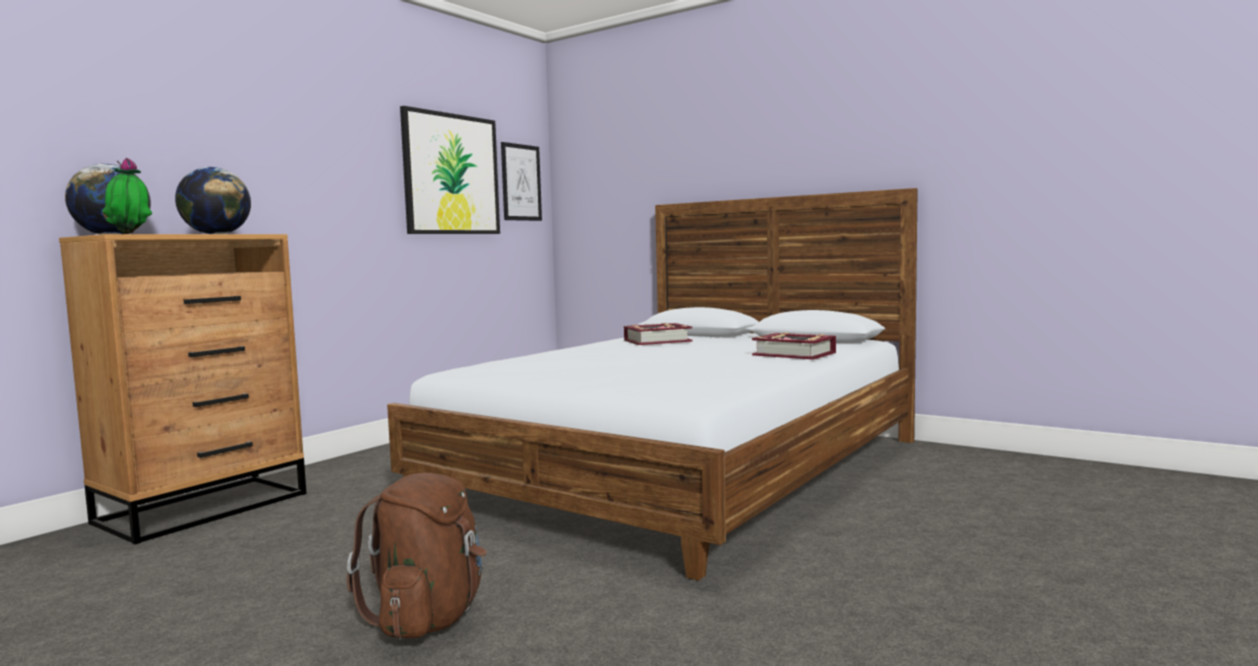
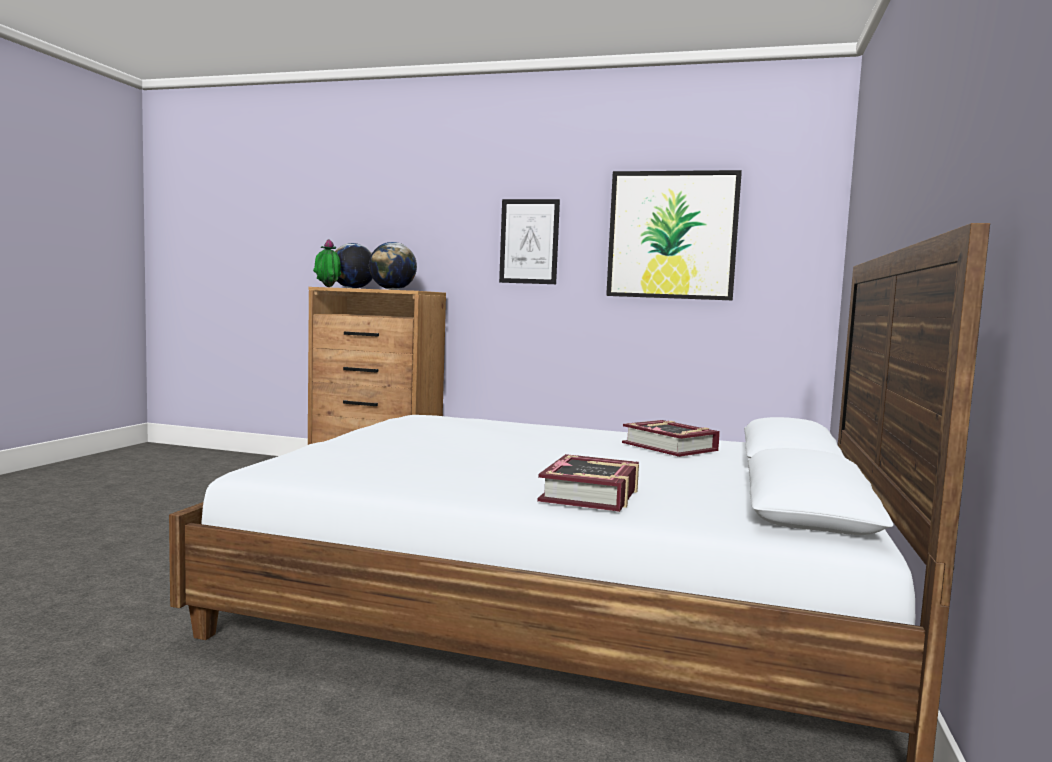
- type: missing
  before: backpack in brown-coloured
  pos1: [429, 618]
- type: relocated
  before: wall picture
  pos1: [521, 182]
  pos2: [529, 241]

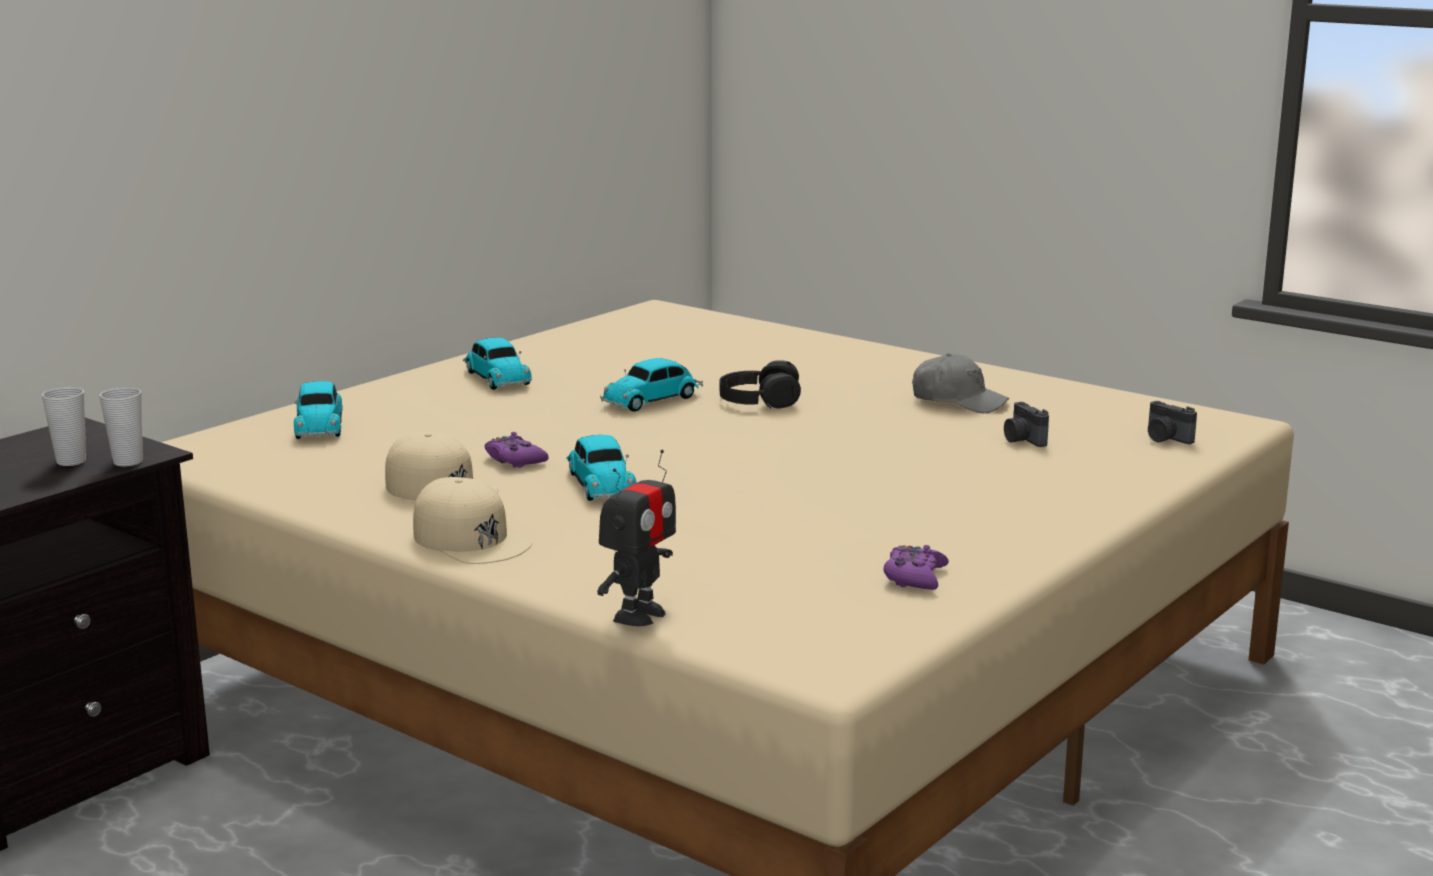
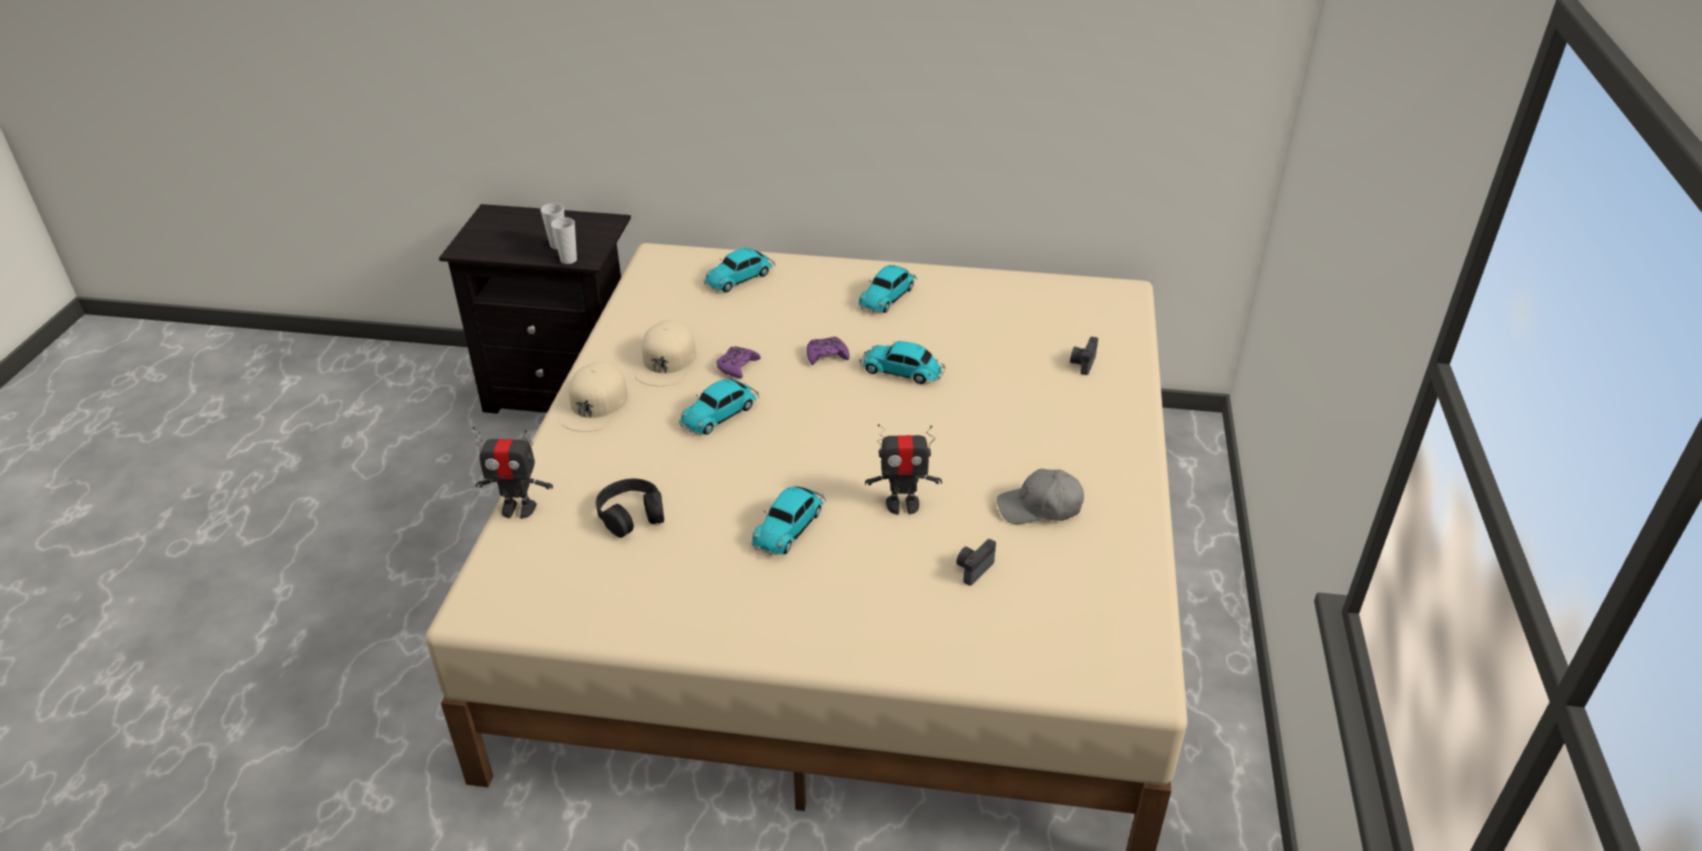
- type: relocated
  before: pair of headphones in black-coloured
  pos1: [759, 399]
  pos2: [631, 514]
- type: relocated
  before: game controller in purple
  pos1: [914, 577]
  pos2: [826, 355]
- type: spun
  before: baseball cap in grey
  pos1: [958, 401]
  pos2: [1040, 507]
  turn: 90
- type: relocated
  before: photo camera
  pos1: [1165, 438]
  pos2: [1082, 363]
- type: appeared
  after: model car
  pos2: [790, 526]
- type: appeared
  after: model robot
  pos2: [902, 505]

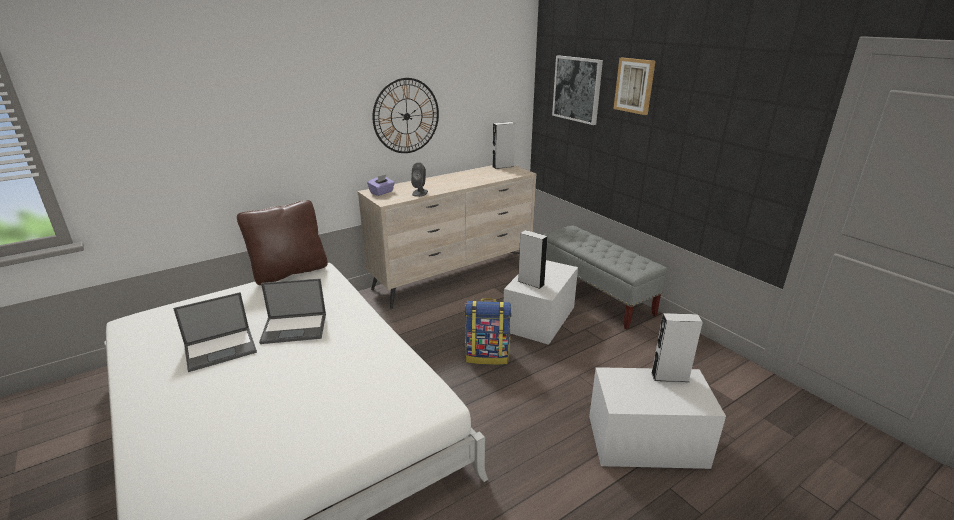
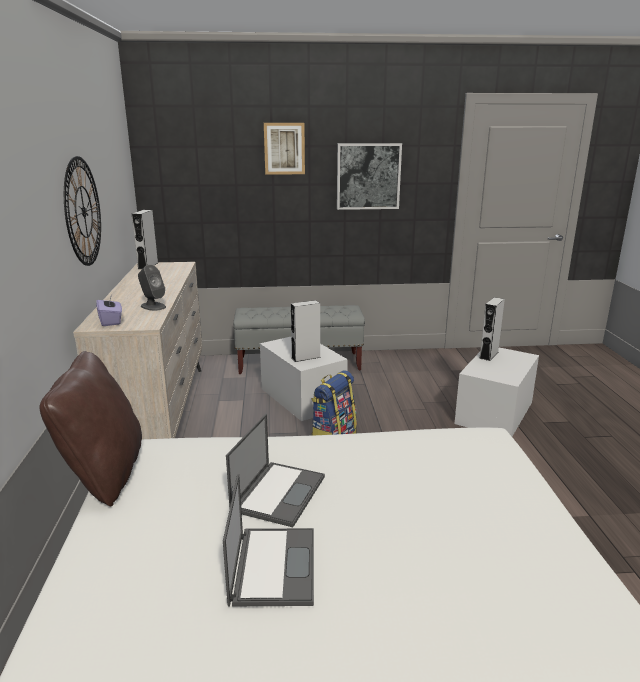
- type: relocated
  before: wall picture
  pos1: [577, 89]
  pos2: [368, 176]

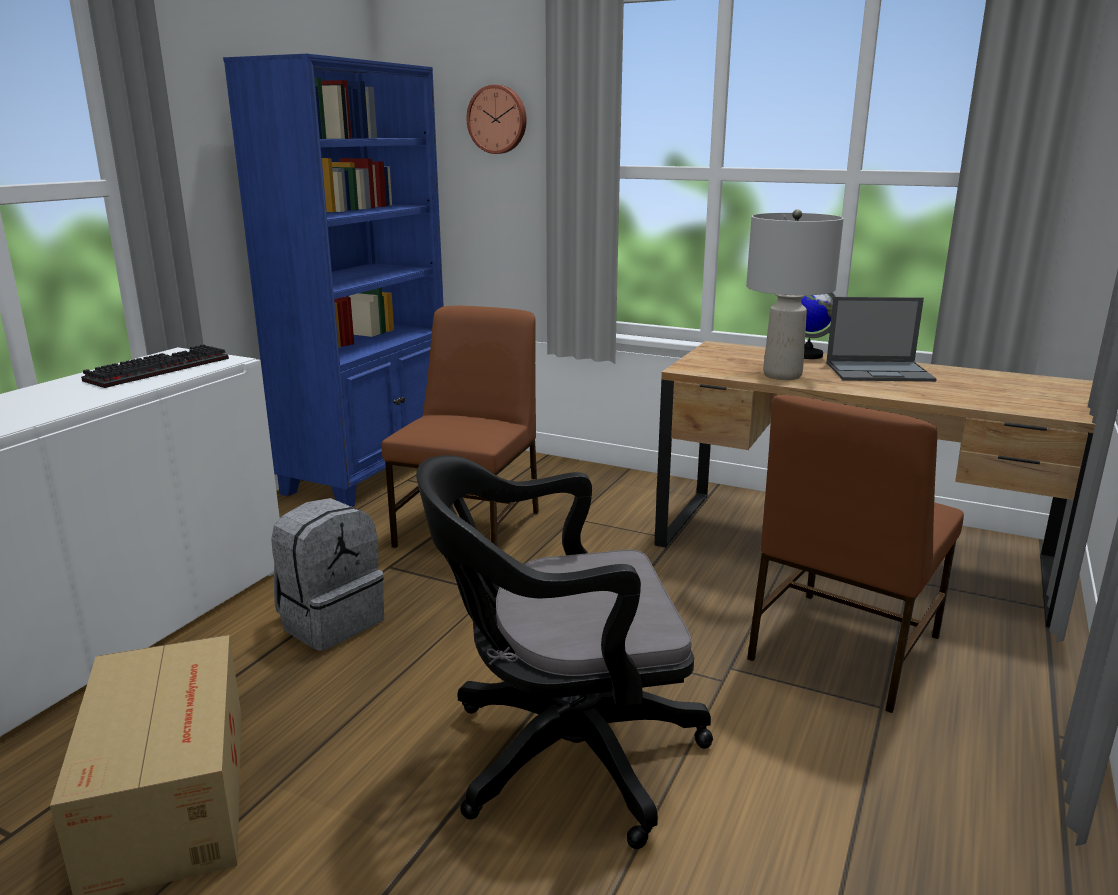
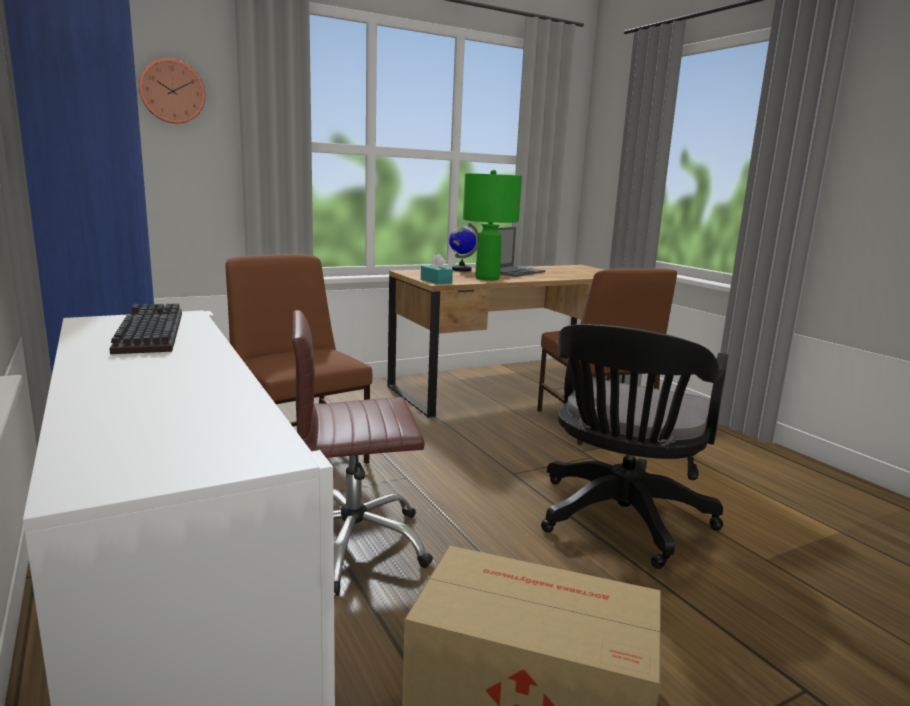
- type: exchanged
  before: backpack in grey
  after: office chair in brown-coloured
  pos1: [331, 621]
  pos2: [353, 545]
- type: colour
  before: table lamp in grey
  after: table lamp in green
  pos1: [781, 375]
  pos2: [487, 278]
- type: appeared
  after: box of tissues in turquoise-coloured
  pos2: [436, 281]

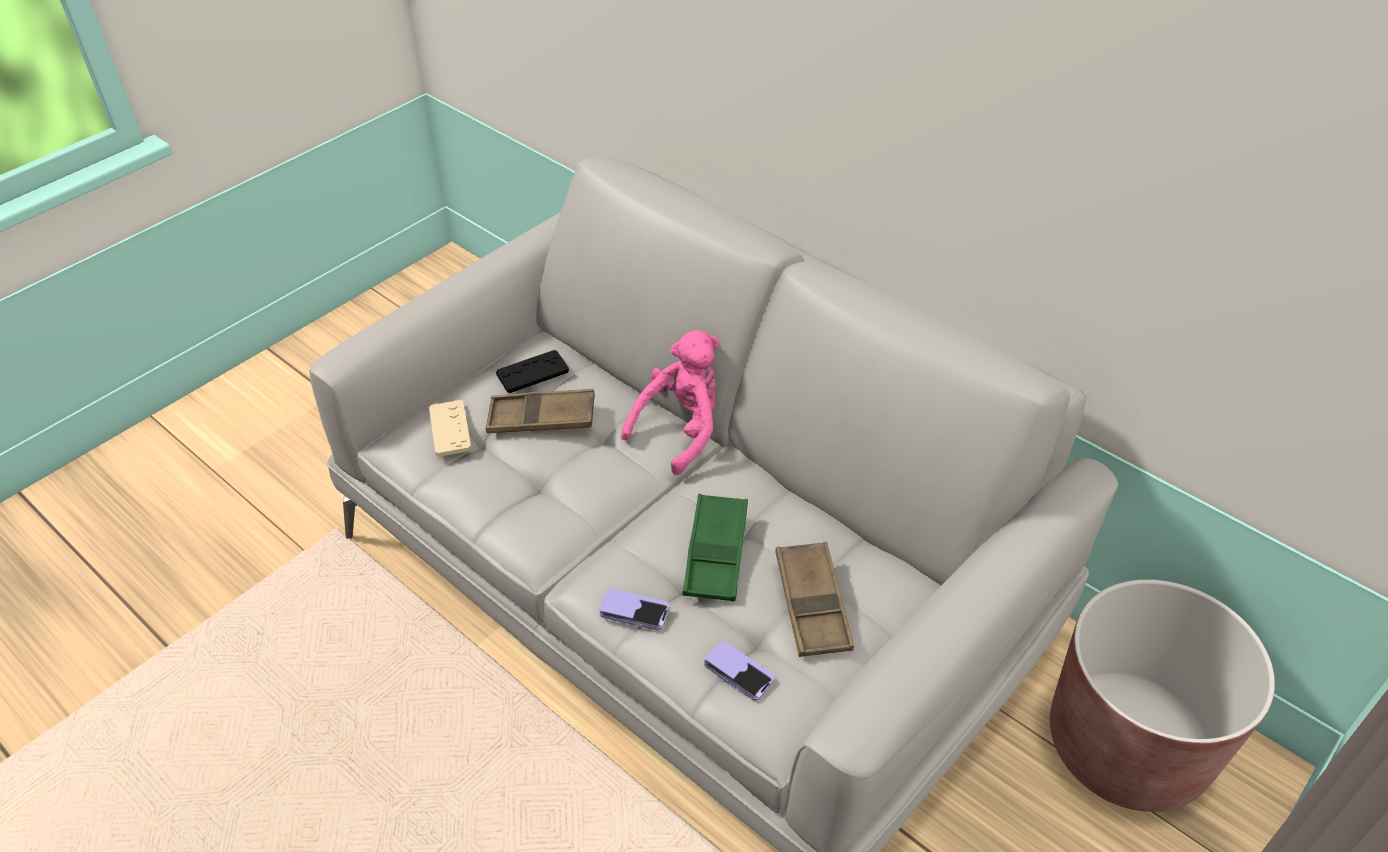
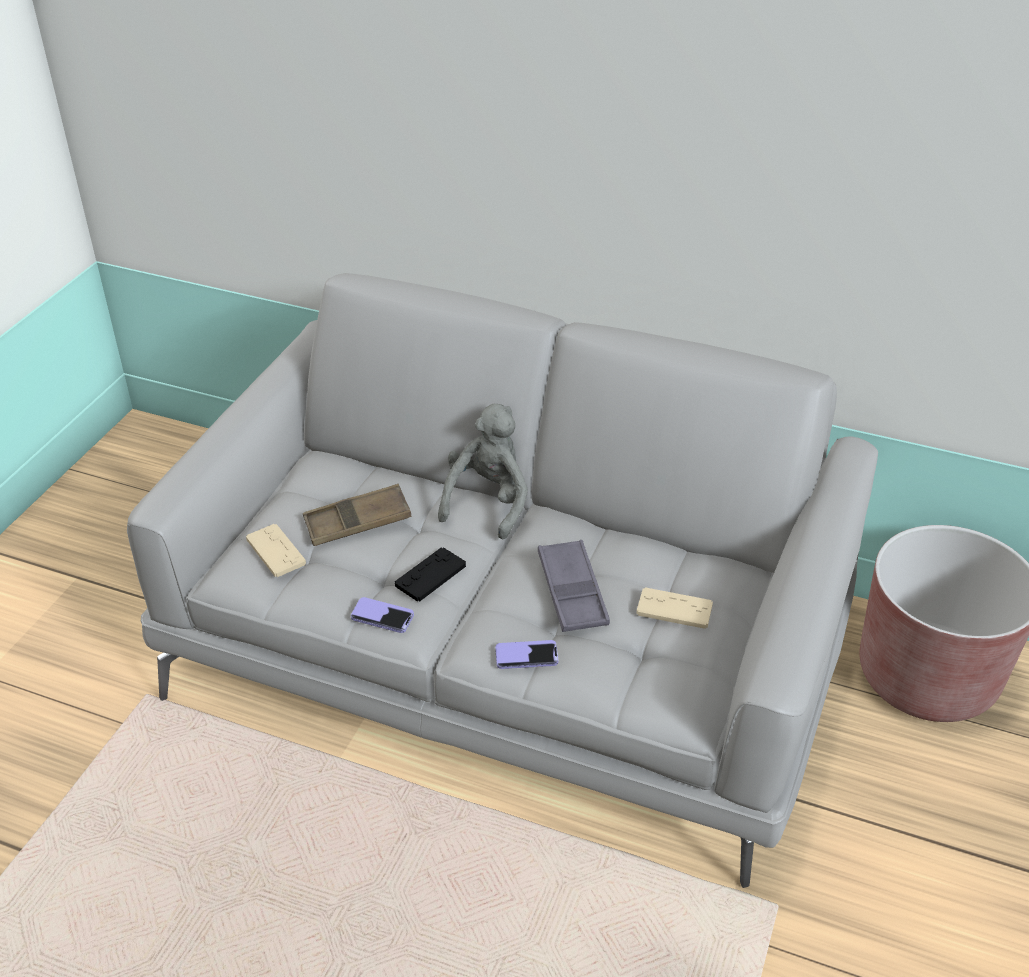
- type: relocated
  before: game controller in black-coloured
  pos1: [532, 373]
  pos2: [430, 575]
- type: colour
  before: soft toy in pinkish
  after: soft toy in grey
  pos1: [682, 429]
  pos2: [488, 502]
- type: colour
  before: carrying tray in green
  after: carrying tray in grey
  pos1: [716, 553]
  pos2: [572, 591]
- type: relocated
  before: telephone
  pos1: [739, 672]
  pos2: [382, 616]
- type: exchanged
  before: carrying tray in brown-coloured
  after: game controller in sand-coloured
  pos1: [812, 604]
  pos2: [674, 609]

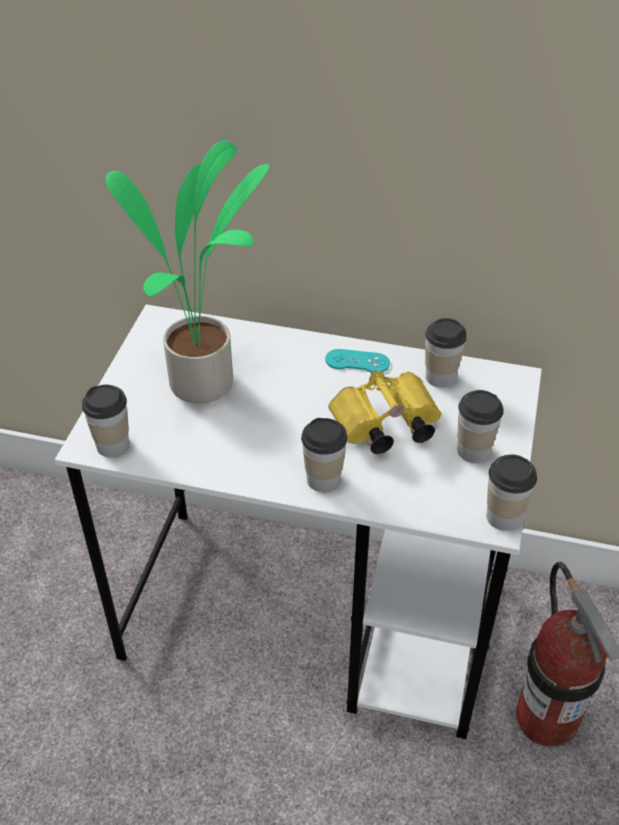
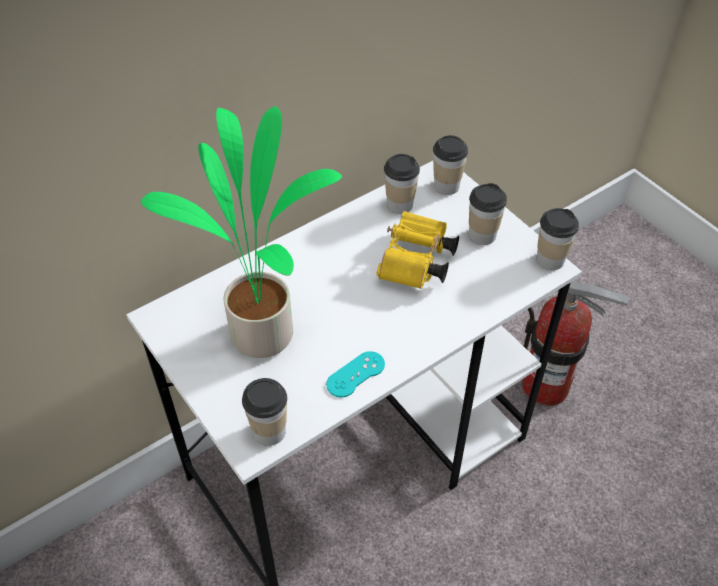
- type: relocated
  before: cup
  pos1: [323, 479]
  pos2: [446, 186]
- type: relocated
  before: game controller in turquoise-coloured
  pos1: [357, 361]
  pos2: [355, 374]

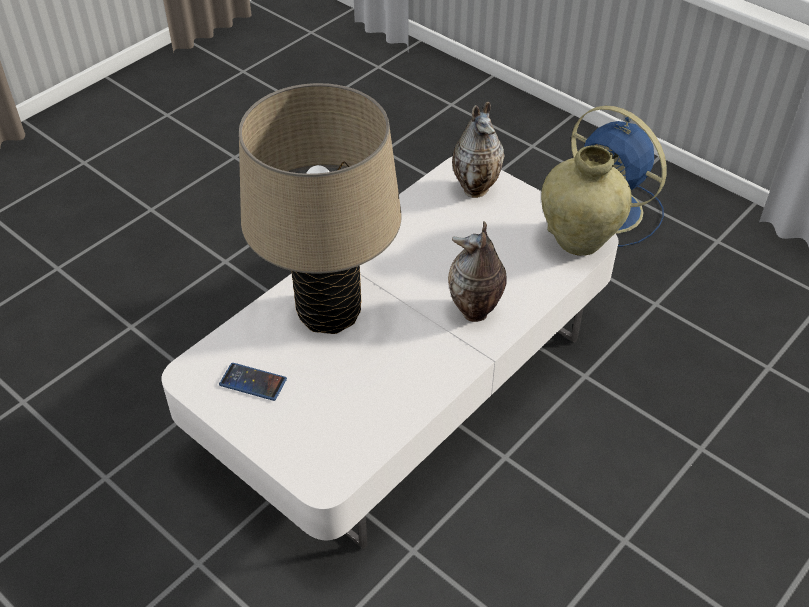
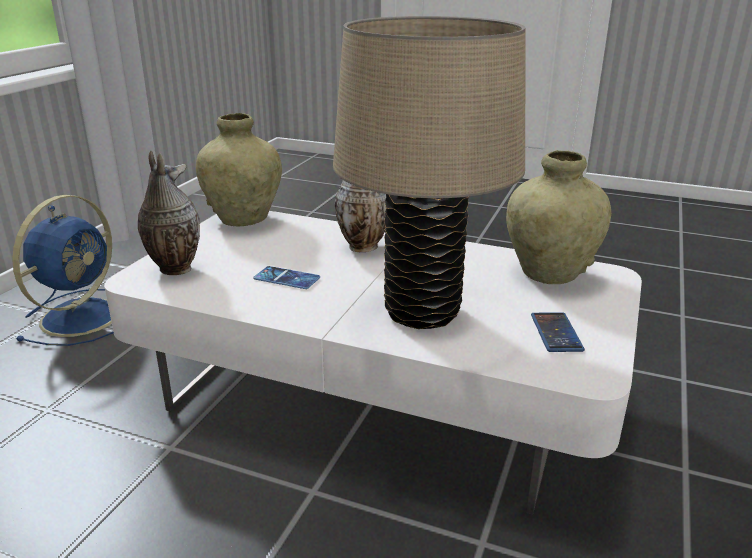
- type: appeared
  after: telephone
  pos2: [286, 278]
- type: appeared
  after: decorative vase in sand-coloured
  pos2: [549, 273]

